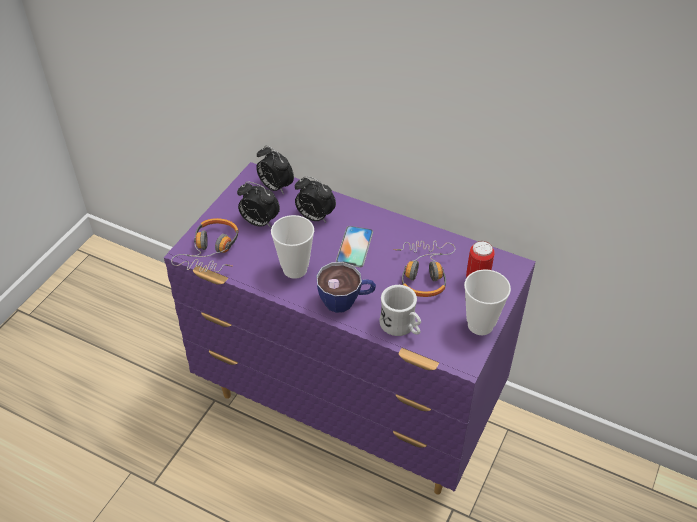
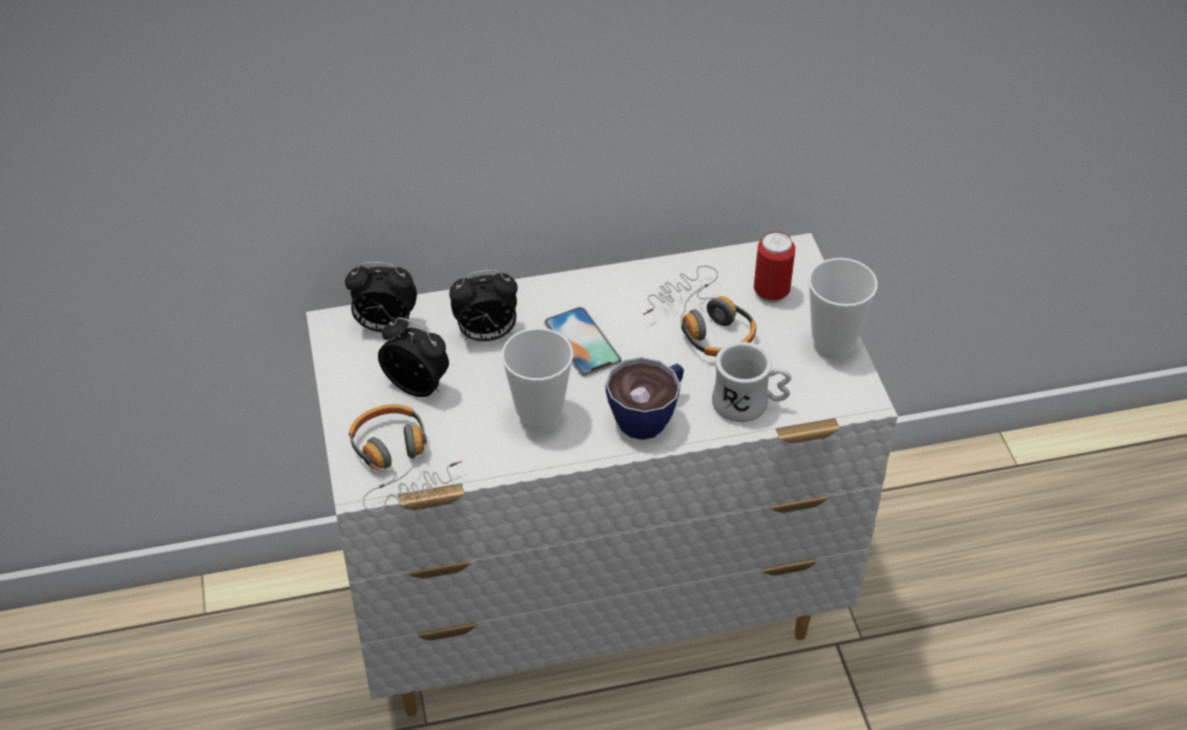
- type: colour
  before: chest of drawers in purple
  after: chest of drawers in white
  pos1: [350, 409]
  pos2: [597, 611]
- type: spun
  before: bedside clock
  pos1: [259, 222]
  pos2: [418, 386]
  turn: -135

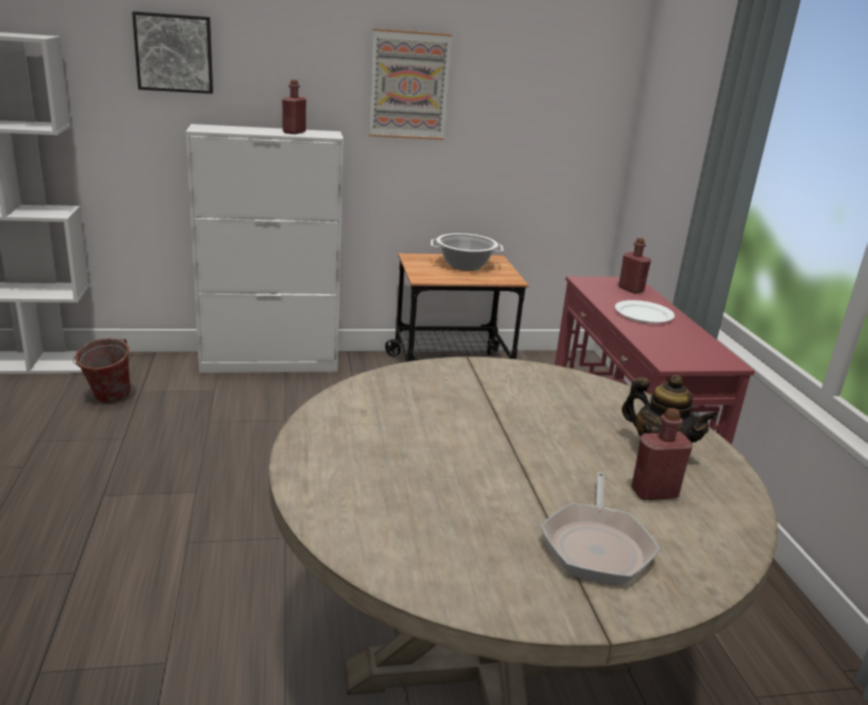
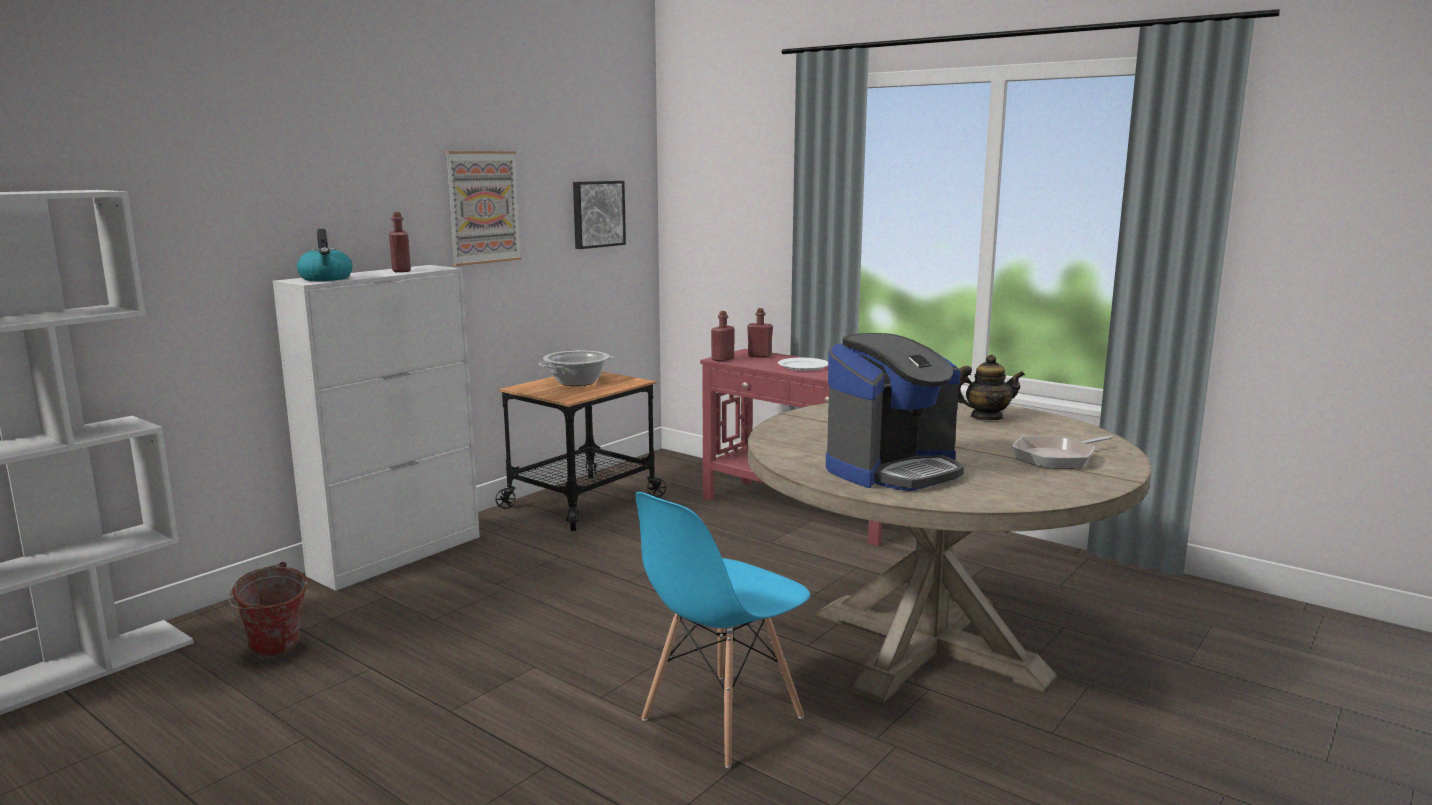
- type: relocated
  before: wall picture
  pos1: [174, 53]
  pos2: [597, 214]
- type: spun
  before: skillet
  pos1: [597, 545]
  pos2: [1057, 458]
  turn: 90
- type: relocated
  before: beverage bottle in red
  pos1: [654, 492]
  pos2: [722, 359]
- type: appeared
  after: tea kettle
  pos2: [326, 278]
- type: appeared
  after: plain chair in blue-coloured
  pos2: [721, 719]
- type: appeared
  after: coffee brewer
  pos2: [893, 470]

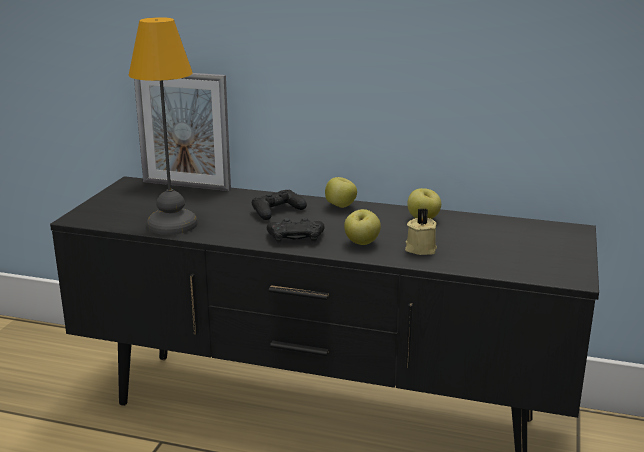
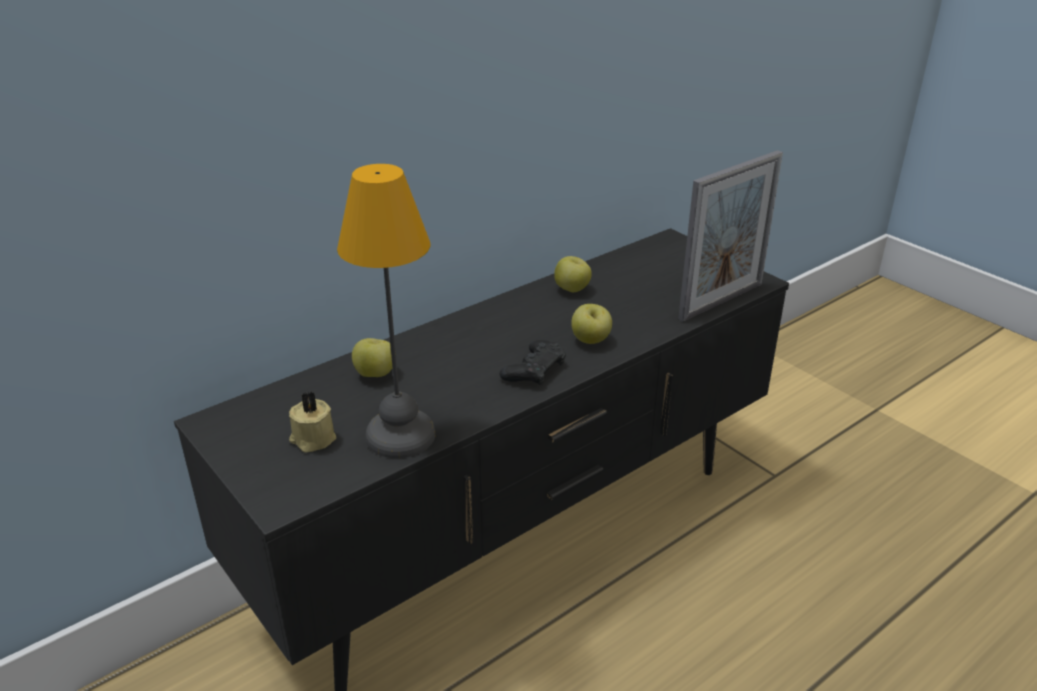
- type: relocated
  before: photo frame
  pos1: [186, 185]
  pos2: [721, 301]
- type: missing
  before: game controller in black-coloured
  pos1: [277, 211]
- type: relocated
  before: apple fruit
  pos1: [340, 206]
  pos2: [375, 374]
- type: relocated
  before: wax light in sand-coloured
  pos1: [420, 248]
  pos2: [312, 439]

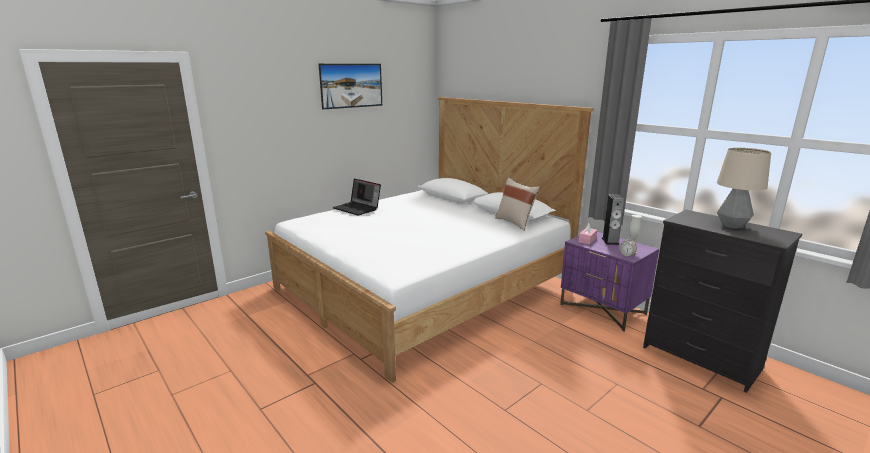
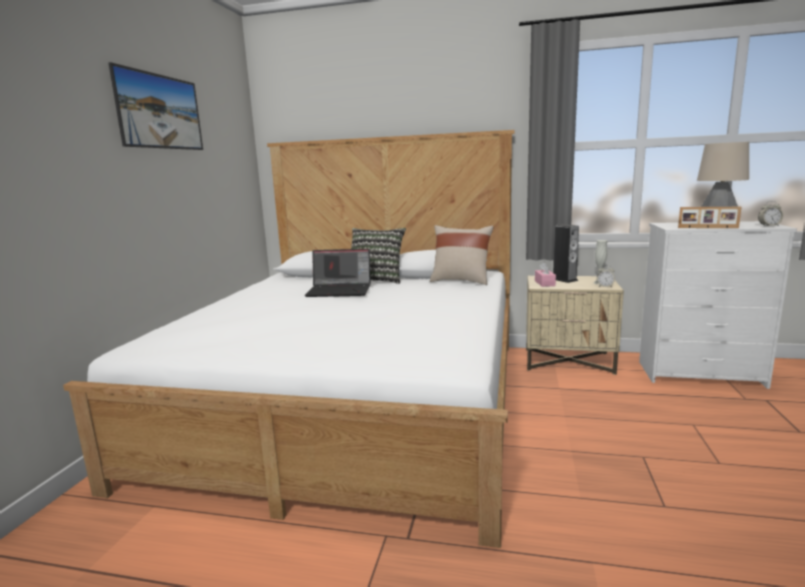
- type: relocated
  before: portable computer
  pos1: [358, 208]
  pos2: [340, 290]
- type: colour
  before: nightstand in purple
  after: nightstand in sand-coloured
  pos1: [603, 309]
  pos2: [569, 361]
- type: colour
  before: chest of drawers in black-coloured
  after: chest of drawers in white
  pos1: [701, 358]
  pos2: [701, 374]
- type: appeared
  after: cushion
  pos2: [376, 279]
- type: appeared
  after: photo frame
  pos2: [707, 228]
- type: appeared
  after: bedside clock
  pos2: [769, 226]

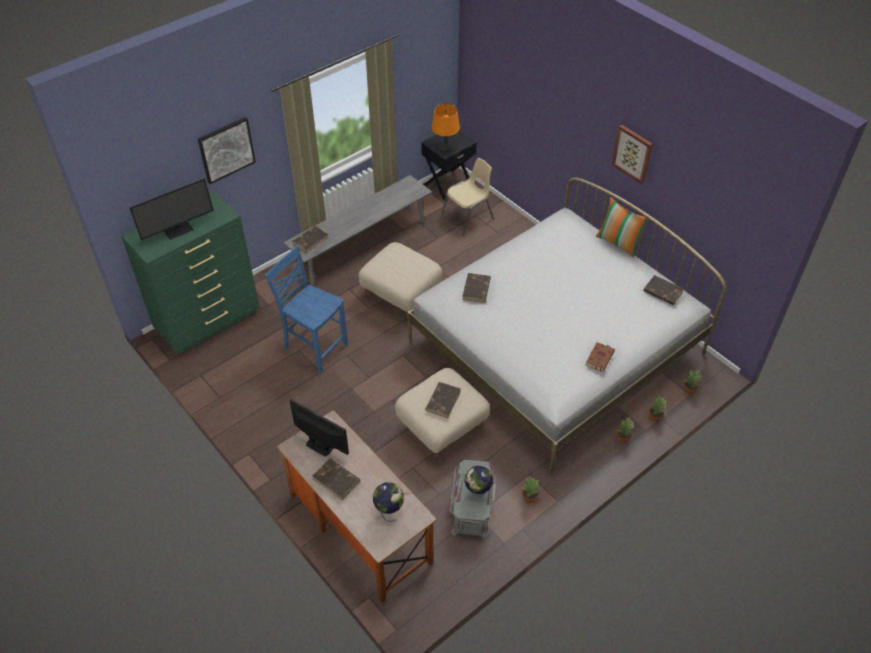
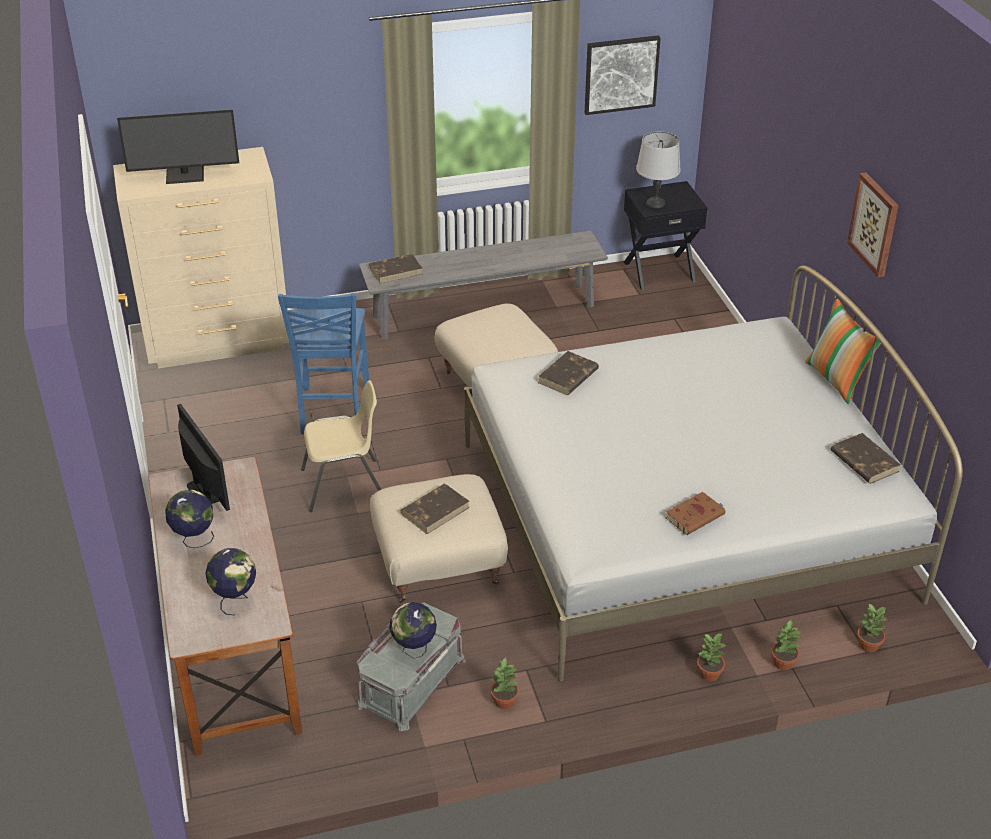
- type: colour
  before: chest of drawers in green
  after: chest of drawers in sand-coloured
  pos1: [209, 321]
  pos2: [219, 343]
- type: relocated
  before: wall picture
  pos1: [226, 150]
  pos2: [621, 74]
- type: spun
  before: plain chair in blue-coloured
  pos1: [314, 347]
  pos2: [333, 411]
  turn: -150
- type: exchanged
  before: volume in brown-coloured
  after: globe
  pos1: [337, 480]
  pos2: [194, 540]
- type: colour
  before: table lamp in orange
  after: table lamp in grey
  pos1: [445, 147]
  pos2: [655, 203]
- type: relocated
  before: plain chair in sand-coloured
  pos1: [468, 218]
  pos2: [344, 485]

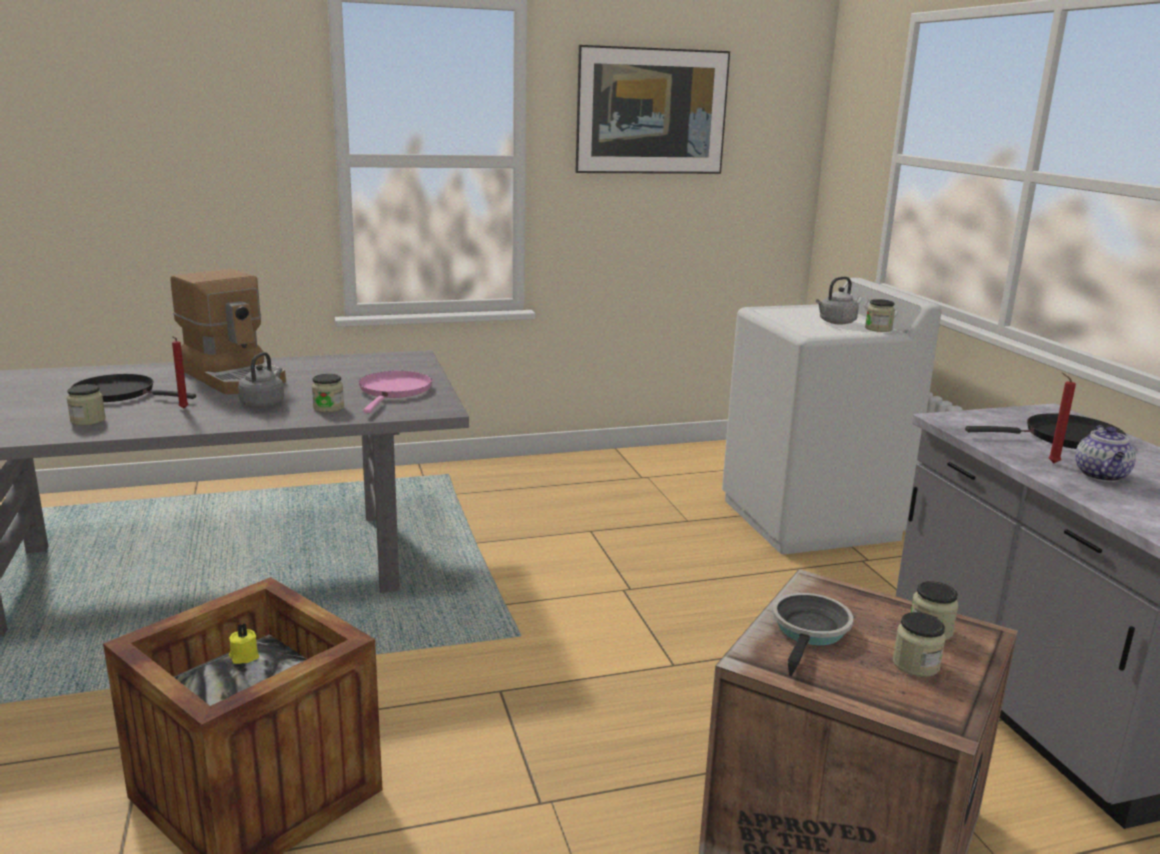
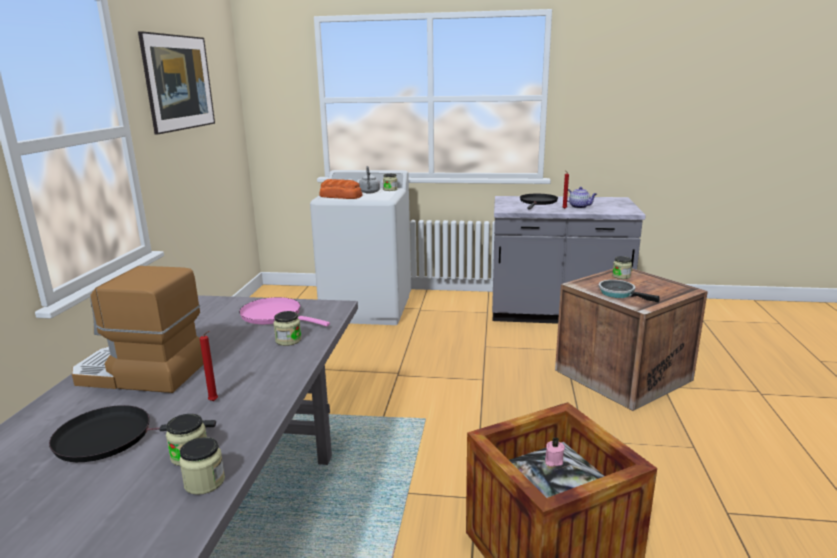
- type: spun
  before: skillet in black-coloured
  pos1: [119, 394]
  pos2: [111, 437]
  turn: 45
- type: spun
  before: coffee brewer
  pos1: [235, 376]
  pos2: [140, 373]
  turn: -150
- type: colour
  before: wax light in yellow
  after: wax light in pinkish
  pos1: [243, 656]
  pos2: [553, 461]
- type: missing
  before: tea kettle in grey
  pos1: [264, 403]
- type: relocated
  before: jar
  pos1: [915, 664]
  pos2: [204, 482]
- type: appeared
  after: bakery bread
  pos2: [341, 196]

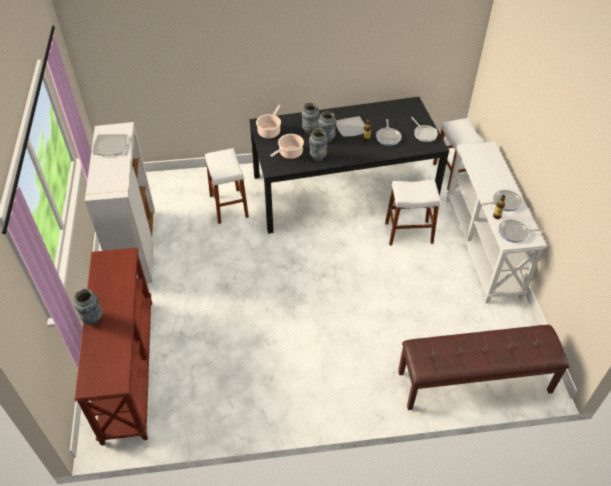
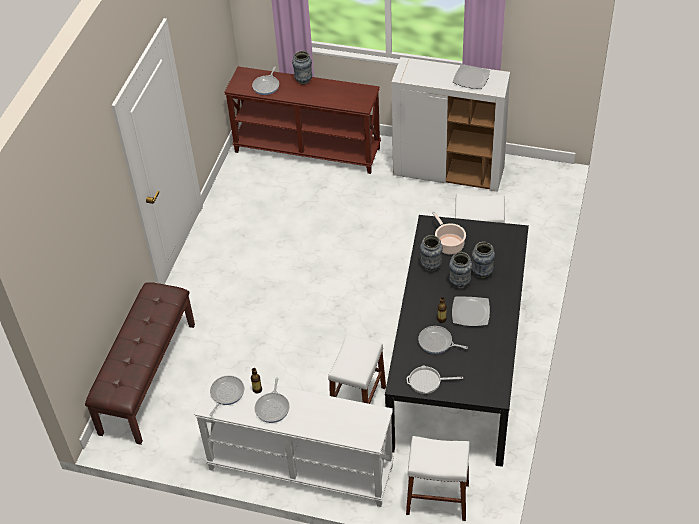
- type: missing
  before: stockpot
  pos1: [269, 131]
- type: appeared
  after: skillet
  pos2: [267, 86]

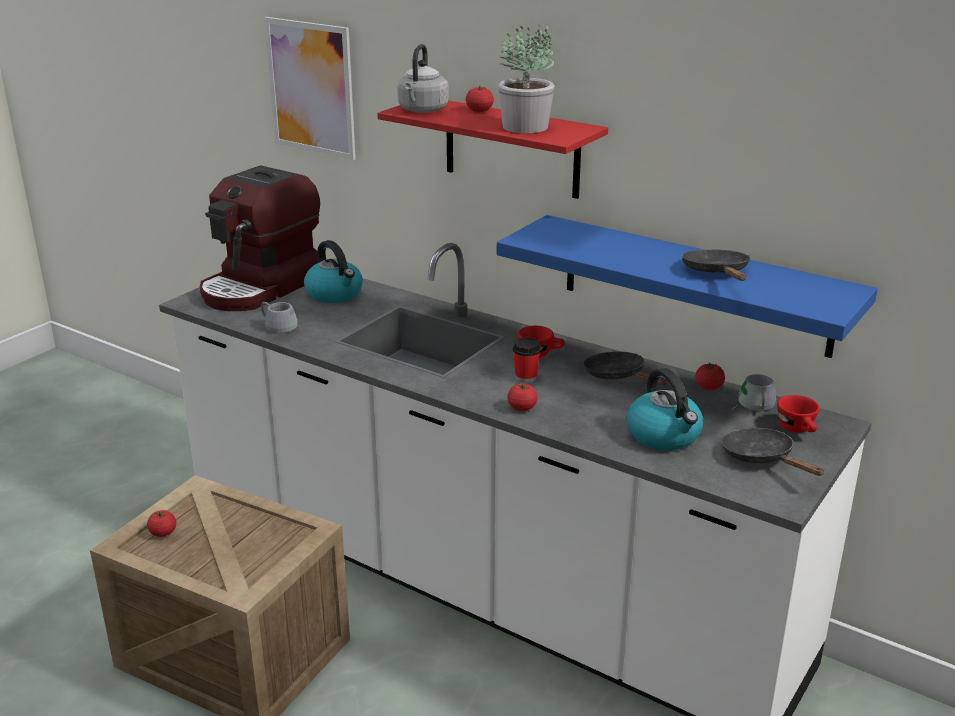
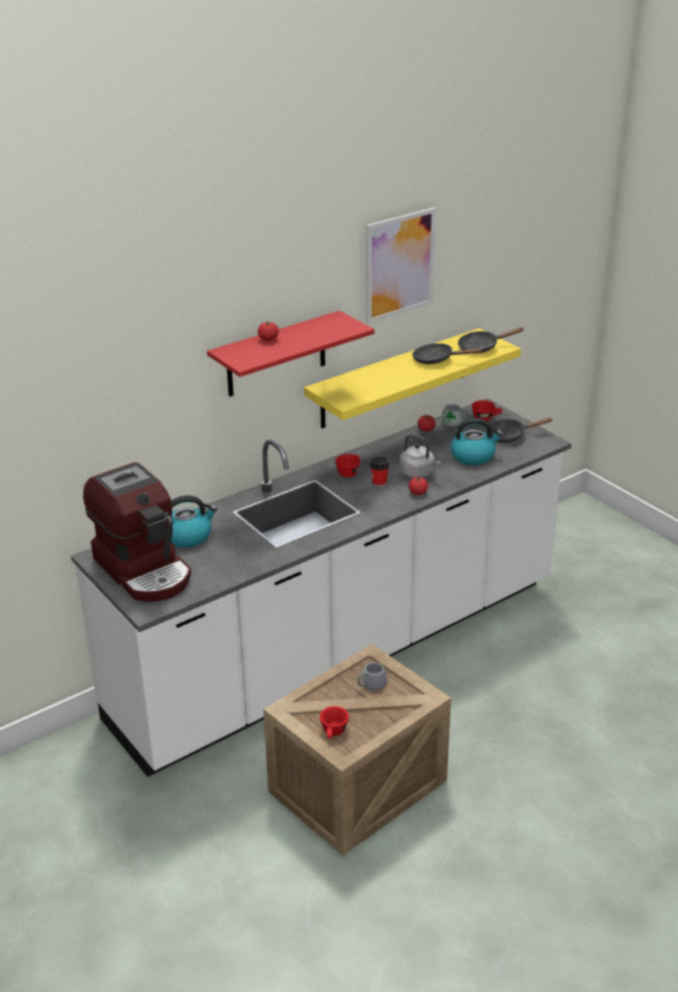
- type: exchanged
  before: tomato
  after: cup in red
  pos1: [163, 533]
  pos2: [334, 733]
- type: relocated
  before: tea mug in grey
  pos1: [280, 325]
  pos2: [369, 682]
- type: relocated
  before: wall picture
  pos1: [311, 88]
  pos2: [399, 265]
- type: relocated
  before: tea kettle in grey
  pos1: [422, 110]
  pos2: [418, 474]
- type: colour
  before: shelf in blue-coloured
  after: shelf in yellow
  pos1: [694, 285]
  pos2: [395, 378]
- type: missing
  before: potted plant
  pos1: [526, 127]
- type: relocated
  before: skillet in black-coloured
  pos1: [618, 376]
  pos2: [482, 347]

